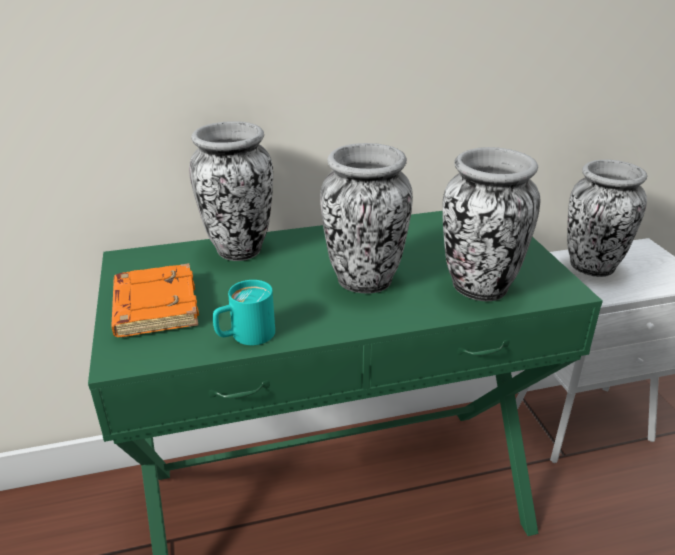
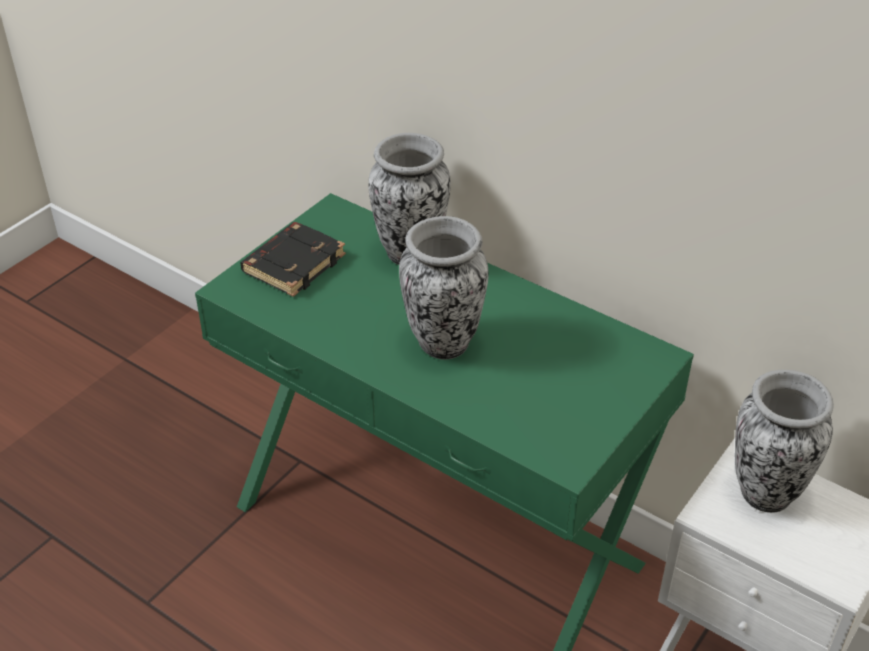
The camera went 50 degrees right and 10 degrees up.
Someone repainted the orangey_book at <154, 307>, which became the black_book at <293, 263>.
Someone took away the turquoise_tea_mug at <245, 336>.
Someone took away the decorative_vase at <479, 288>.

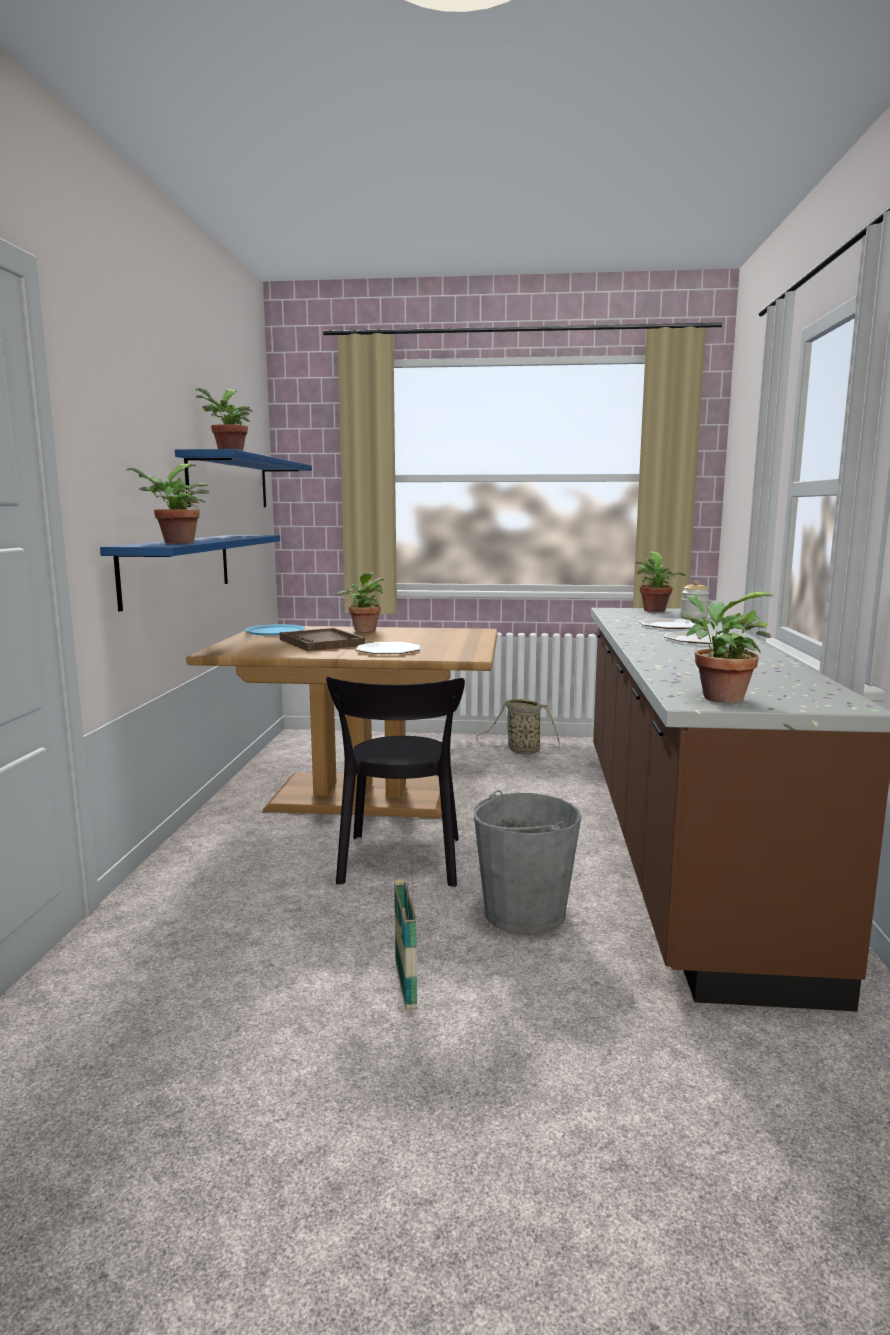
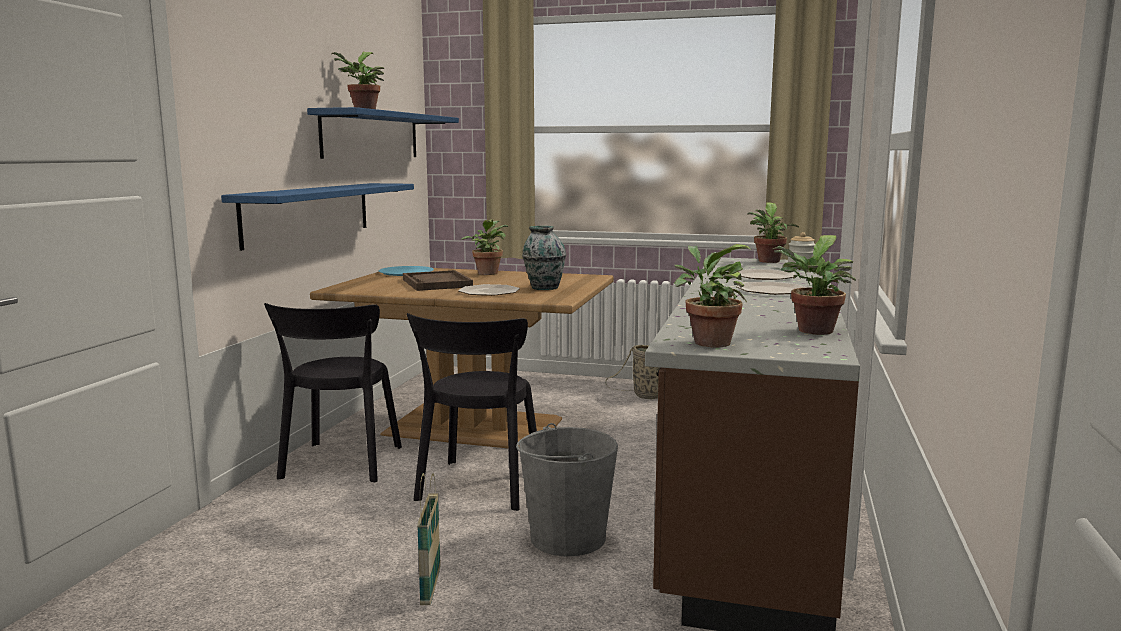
The camera went 10 degrees right and 0 degrees up.
Someone put down the black_chair at <340, 465>.
Someone put down the decorative_vase at <544, 288>.
Someone carried the plant_in_a_pot from <175, 543> to <813, 332>.

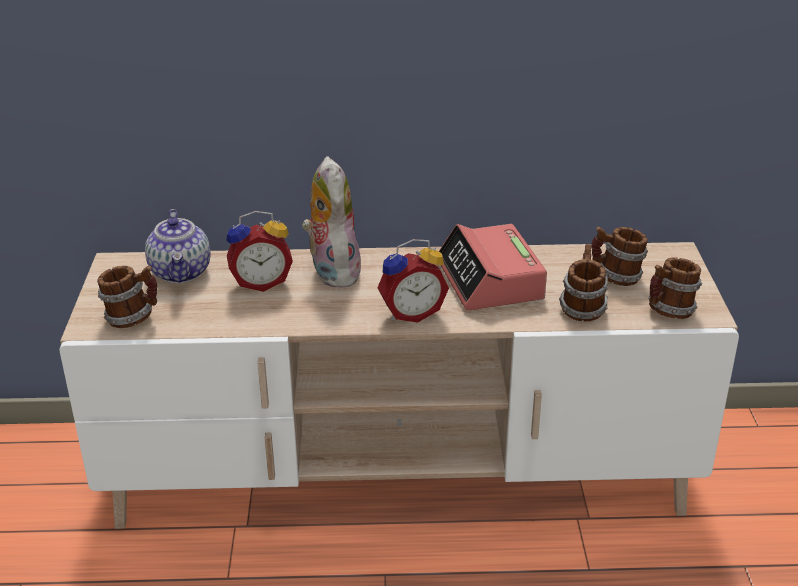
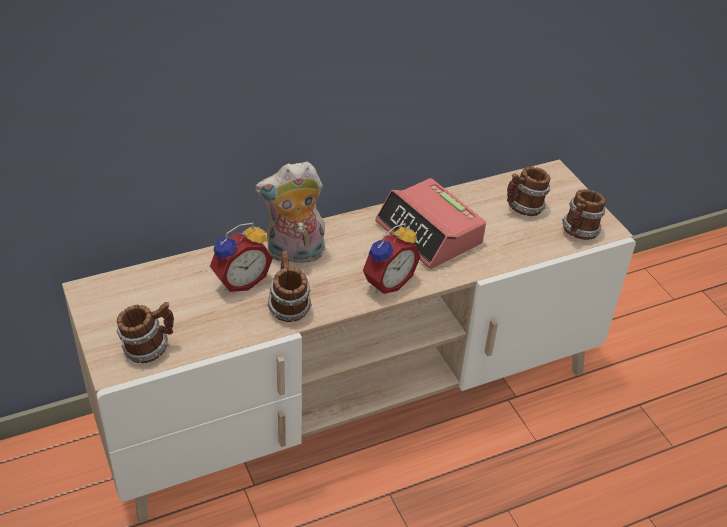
The camera went 25 degrees left and 10 degrees up.
Someone rotated the soft_toy at <331, 271> by 60 degrees counterclockwise.
Someone carried the tea_mug from <582, 309> to <288, 307>.
Someone took away the tea_pot at <181, 272>.

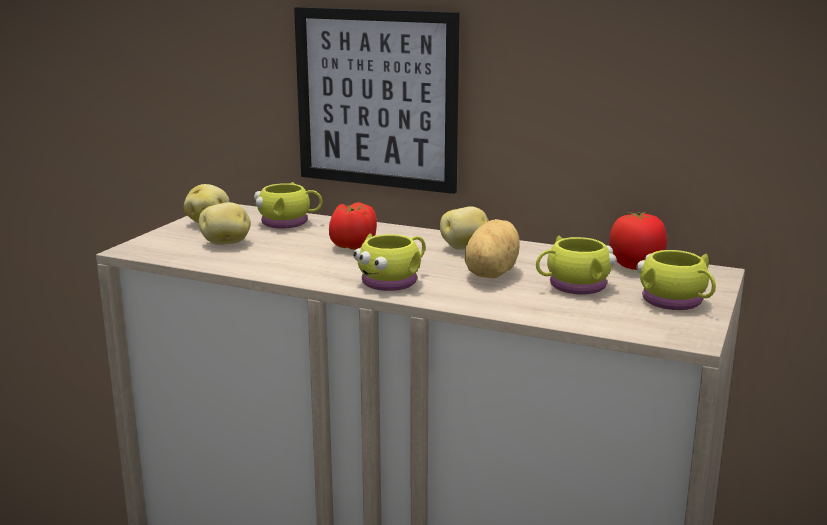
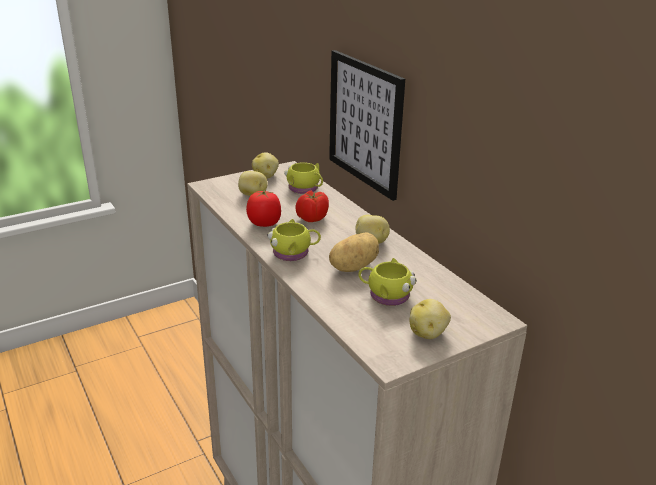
The camera went 35 degrees right and 10 degrees up.
Someone carried the whole_tomato from <636, 267> to <264, 223>.
Someone swapped the yellow-coloured_tea_mug at <676, 302> for the whole_potato at <428, 333>.

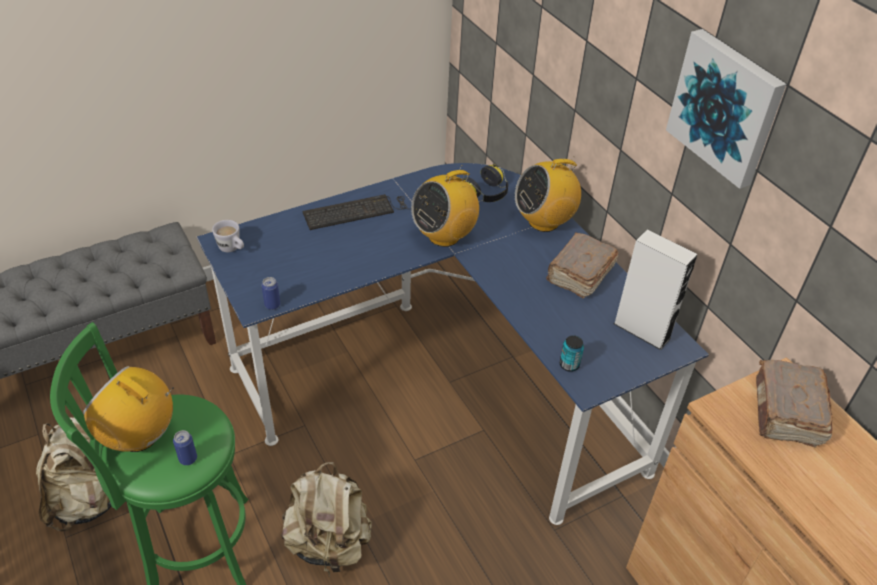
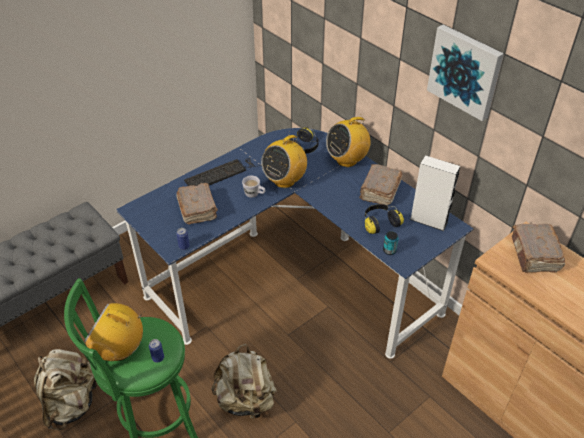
The camera went 10 degrees left and 0 degrees up.
Someone put down the brown-coloured_book at <198, 209>.
Someone carried the white_tea_mug from <232, 249> to <254, 195>.
Someone put down the pair_of_headphones at <379, 223>.

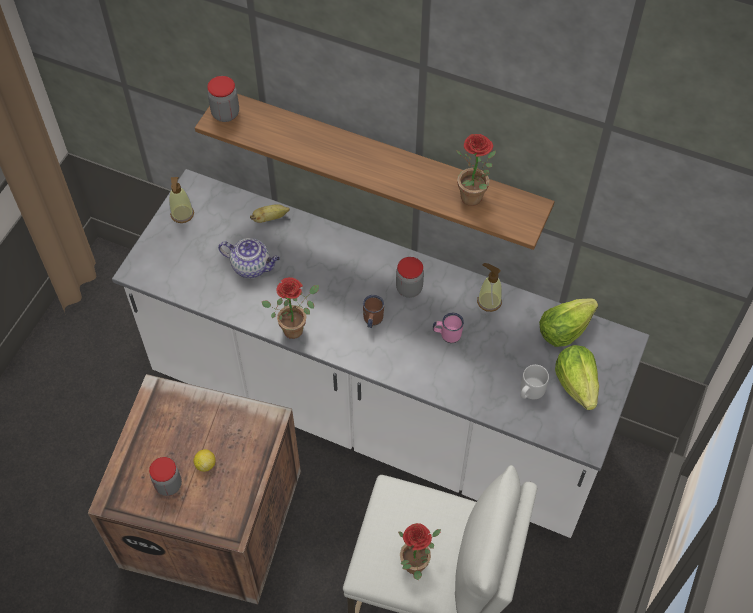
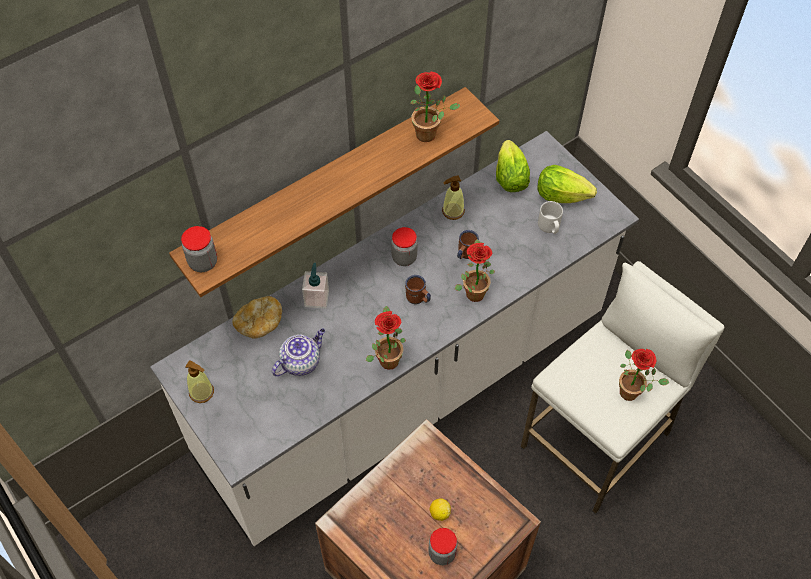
The camera went 60 degrees left and 0 degrees up.
Someone swapped the banana at <270, 218> for the baked_bread at <259, 324>.
Someone put down the soap_bottle at <317, 298>.
Someone put down the plant_in_a_pot at <473, 290>.
Someone repainted the pink-coloured_tea_mug at <447, 334>, which became the brown-coloured_tea_mug at <465, 254>.

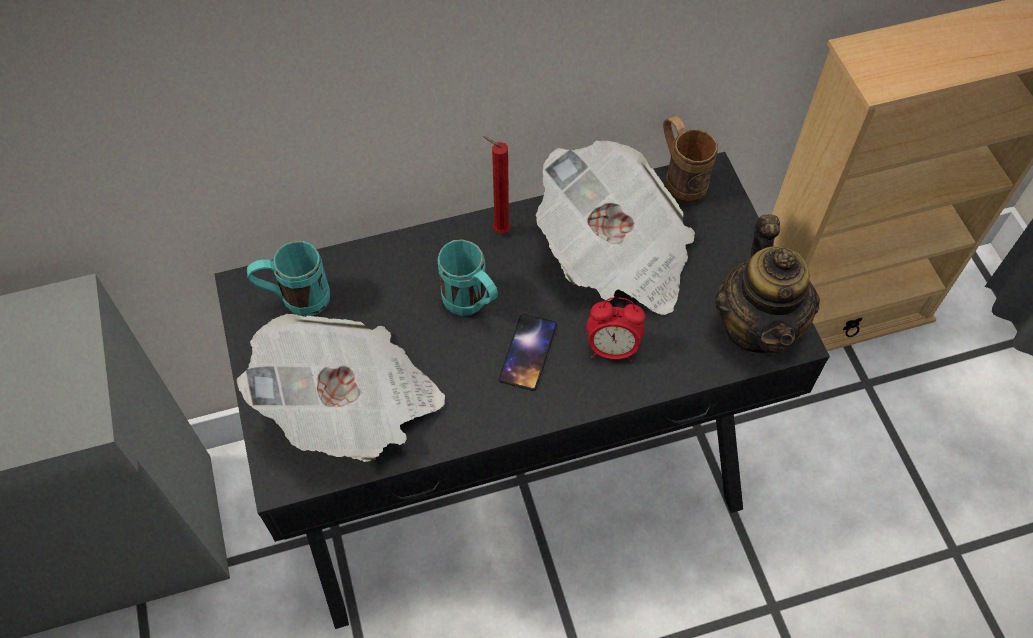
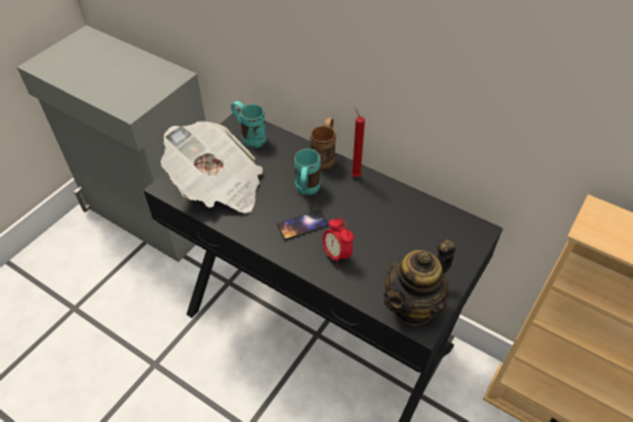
The camera went 50 degrees right and 10 degrees down.
Someone carried the brown-coloured_tea_mug from <679, 179> to <325, 157>.
Someone took away the printed_paper at <615, 255>.

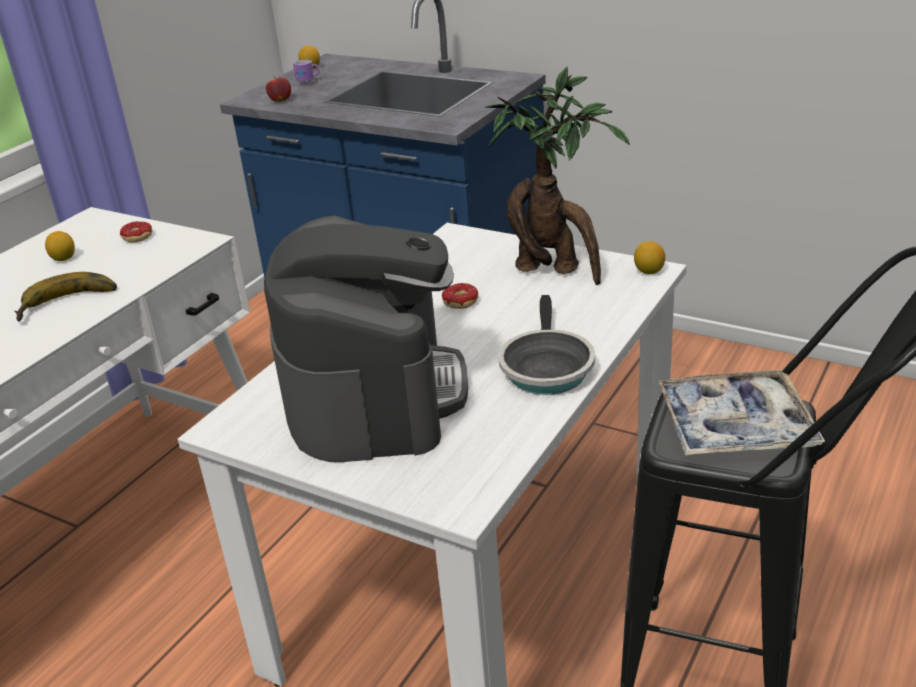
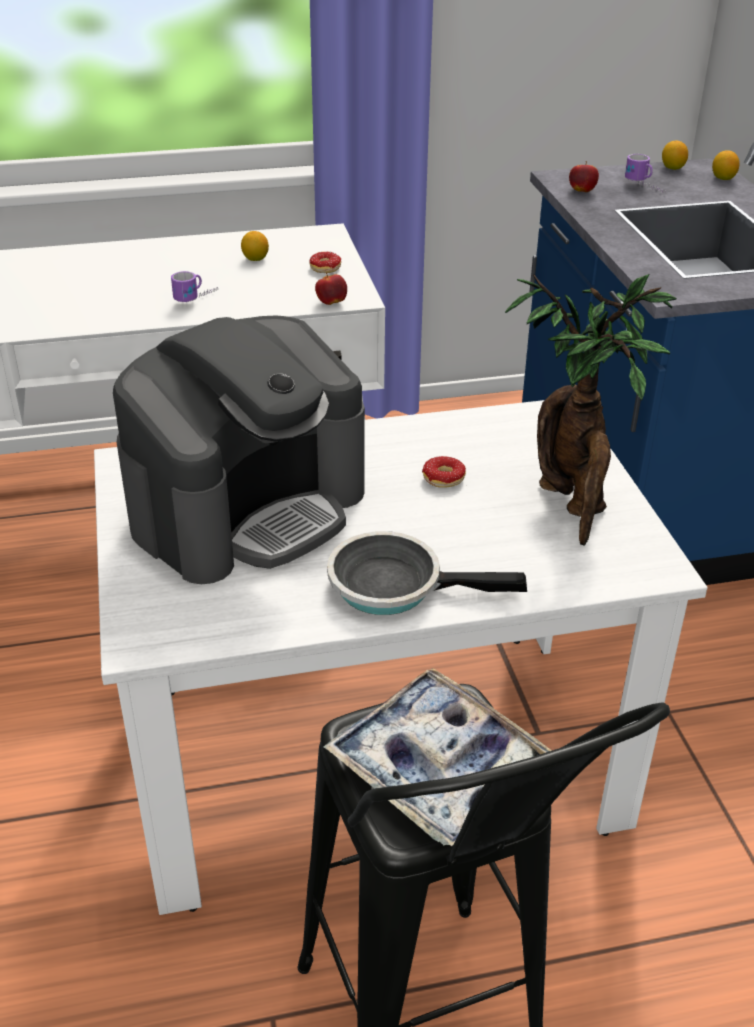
The camera went 45 degrees right and 5 degrees up.
Someone swapped the banana at <69, 304> for the tea_mug at <197, 299>.
Someone put down the apple at <331, 303>.
Someone rotated the frying_pan at <545, 367> by 45 degrees clockwise.
Someone carried the citrus_fruit from <649, 271> to <723, 178>.

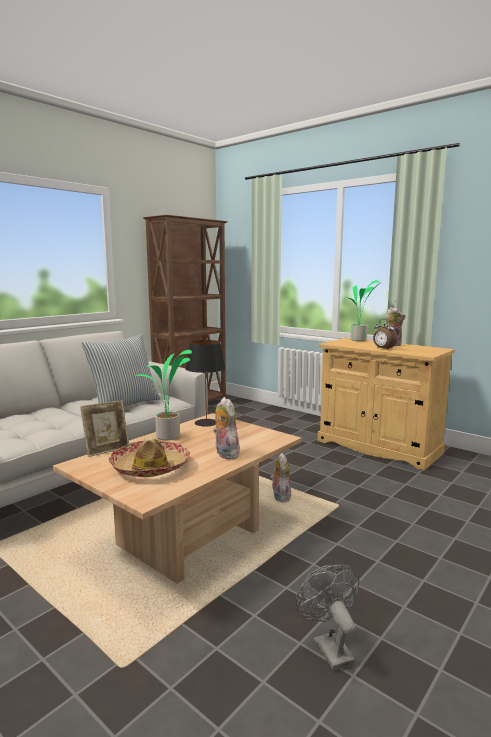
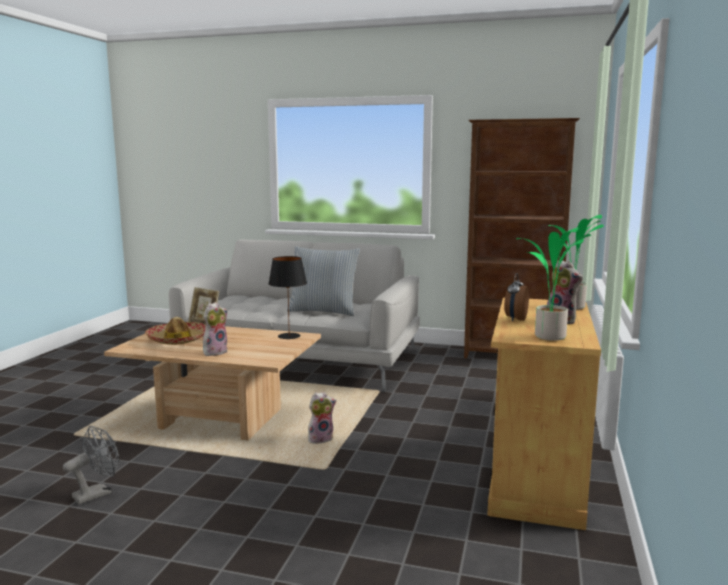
The camera went 65 degrees right and 0 degrees up.
Someone carried the plant_in_a_pot from <168, 437> to <549, 337>.

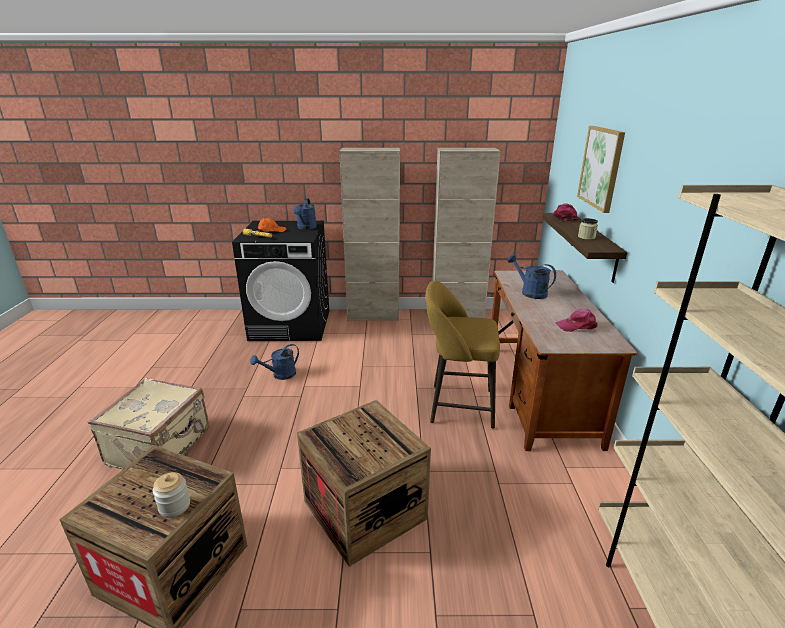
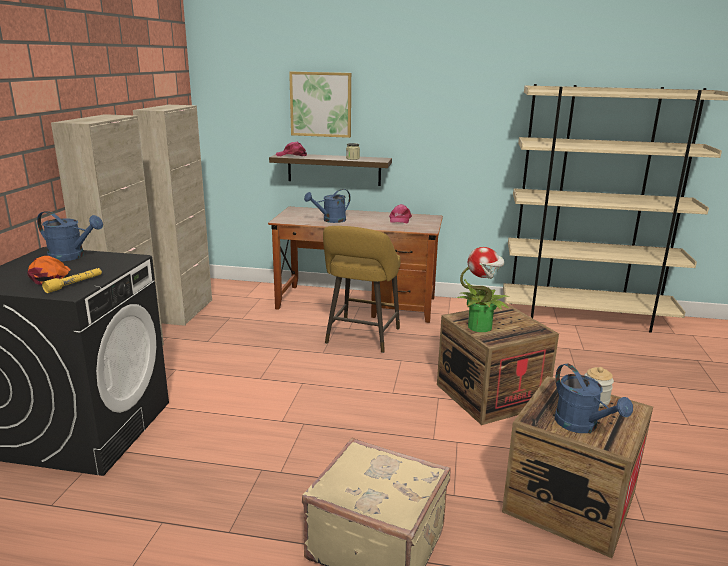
The camera went 80 degrees left and 5 degrees down.
Someone put down the plant_in_a_pot at <480, 327>.
Someone carried the blue_sprinkling_can from <280, 375> to <582, 426>.

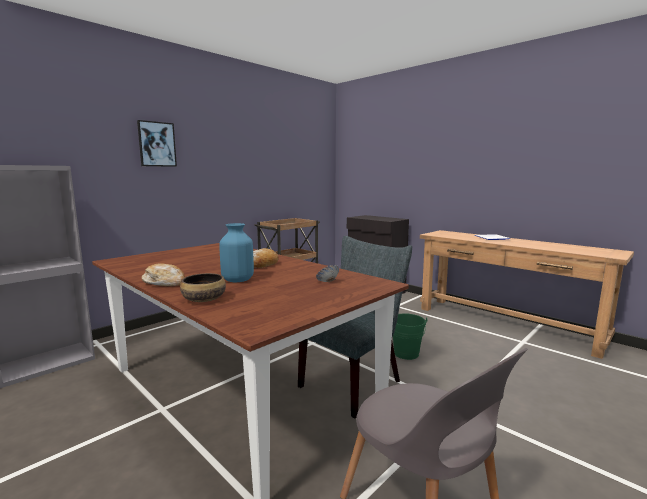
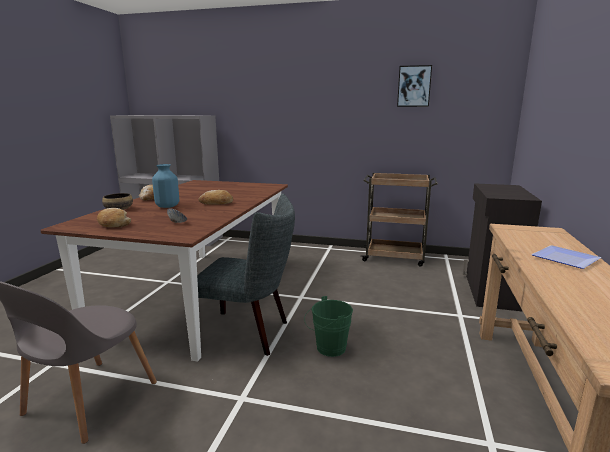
The camera went 60 degrees right and 5 degrees up.
Someone put down the baked_bread at <113, 224>.
Someone carried the picture from <157, 144> to <414, 86>.

